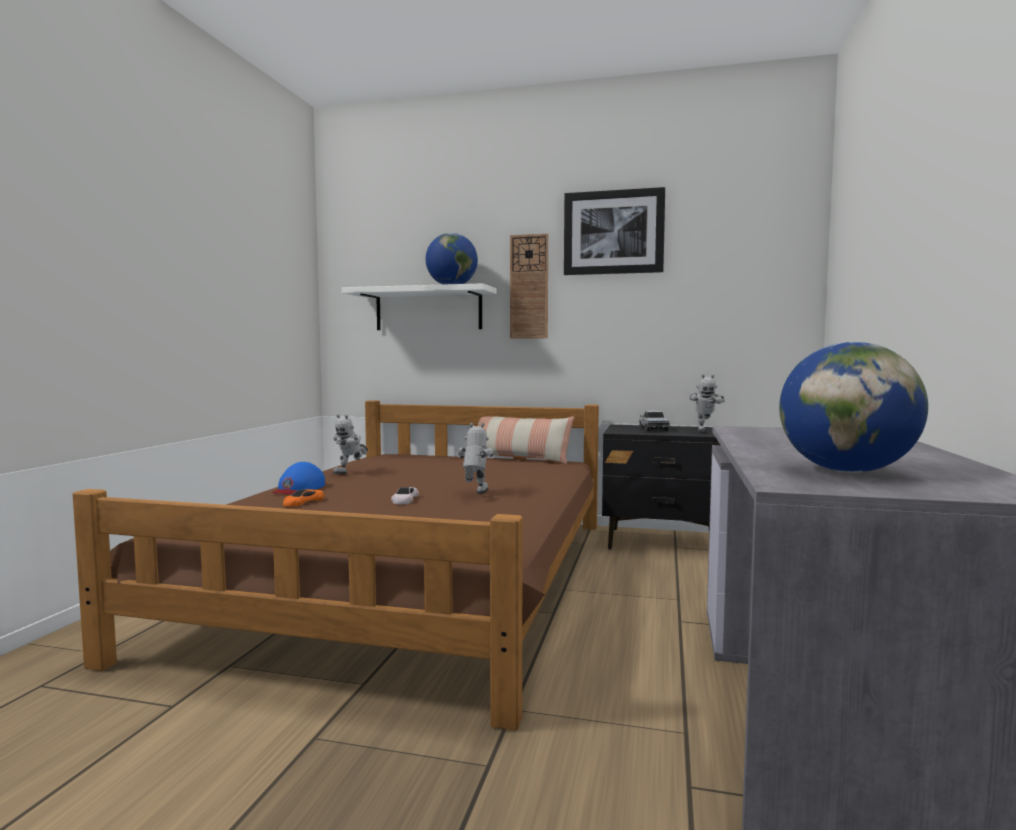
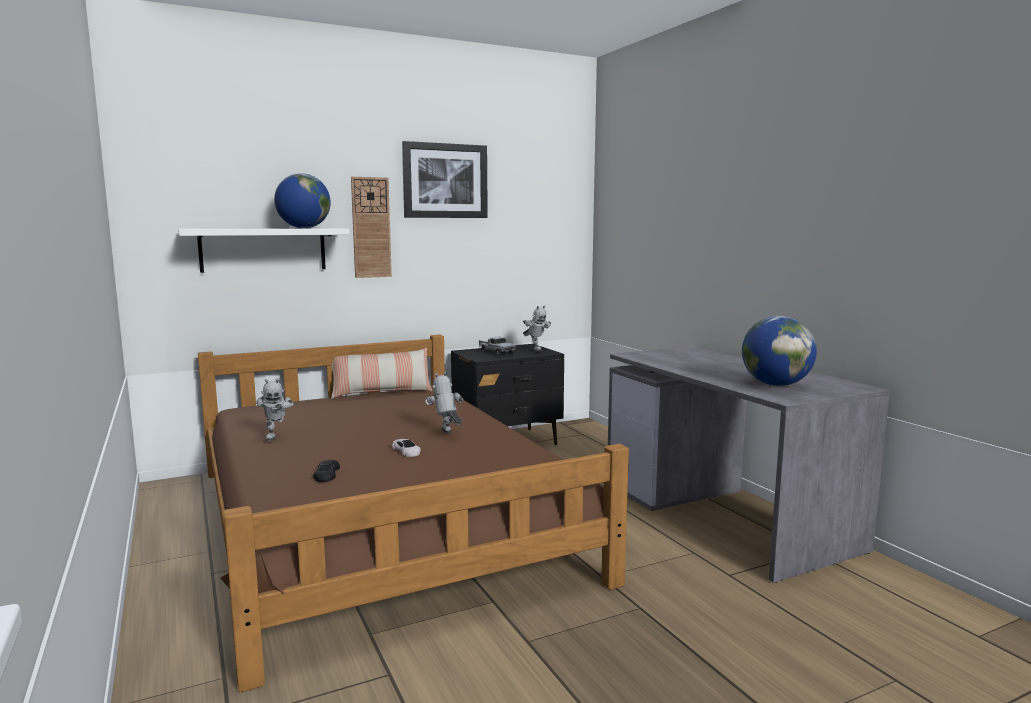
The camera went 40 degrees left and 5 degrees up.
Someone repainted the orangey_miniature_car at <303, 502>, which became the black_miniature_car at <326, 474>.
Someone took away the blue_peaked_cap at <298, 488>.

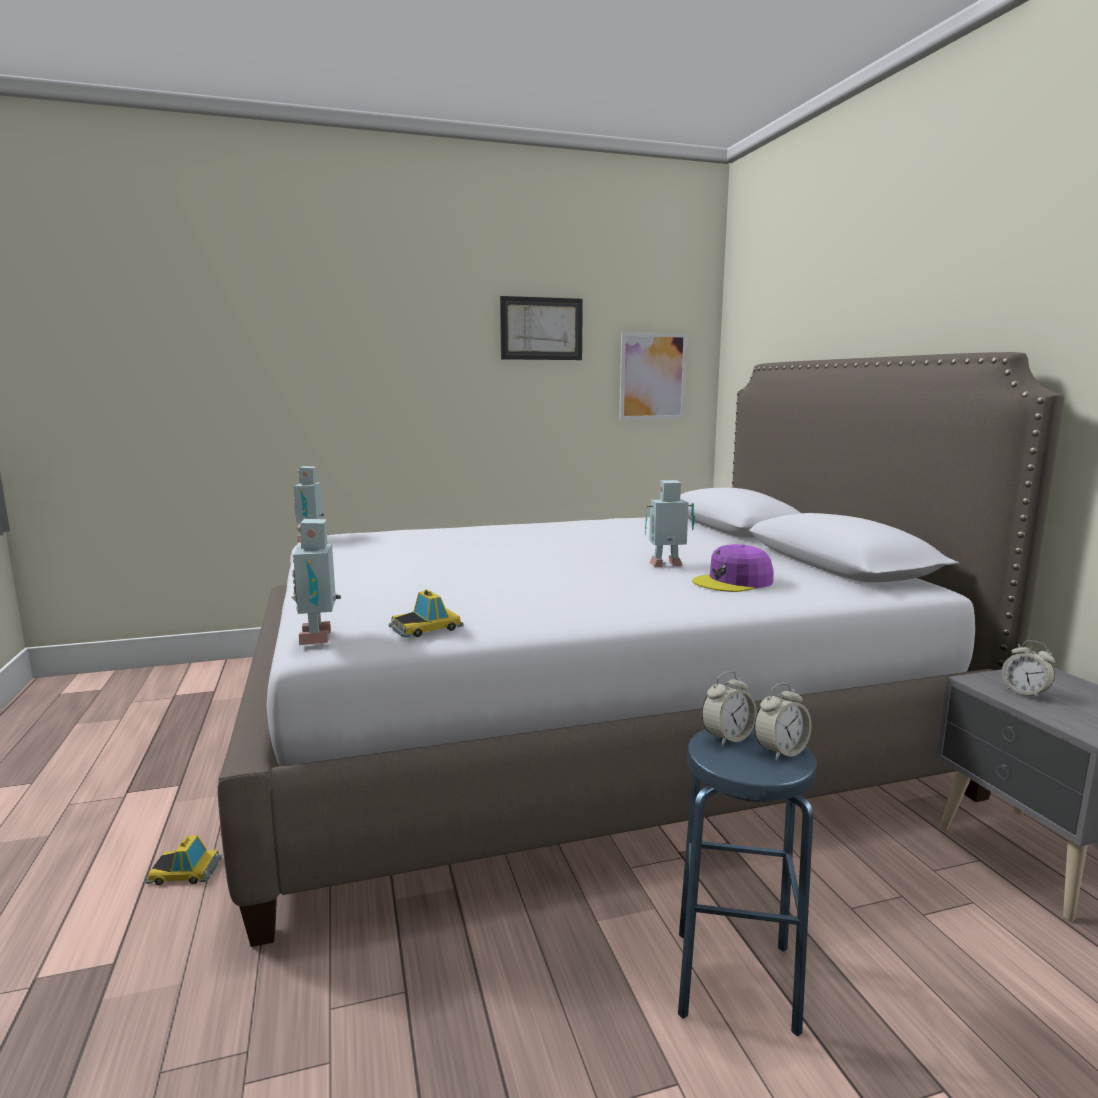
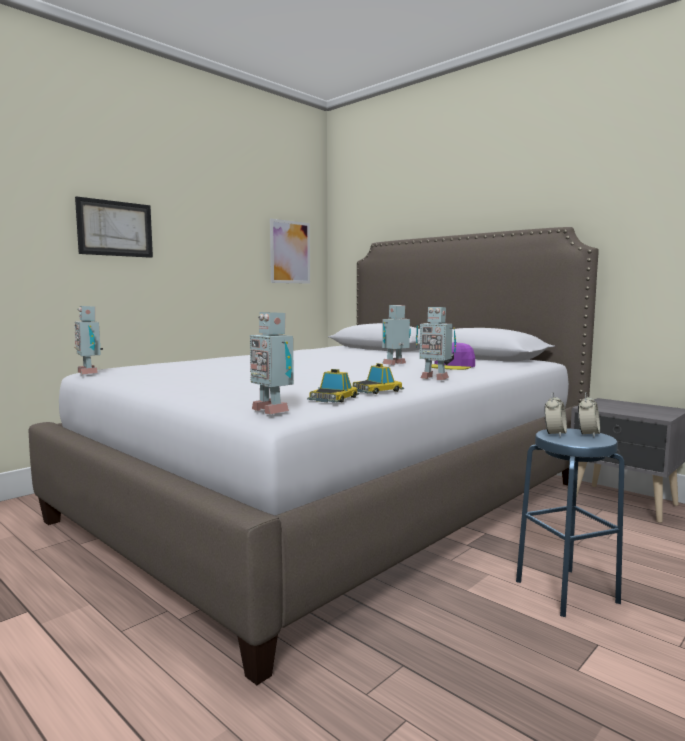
The camera went 30 degrees left and 5 degrees down.
Someone carried the picture from <541, 329> to <115, 228>.
Someone carried the miniature_car from <185, 871> to <377, 390>.
Someone put down the robot_figure at <434, 378>.
Someone took away the bedside_clock at <1025, 693>.

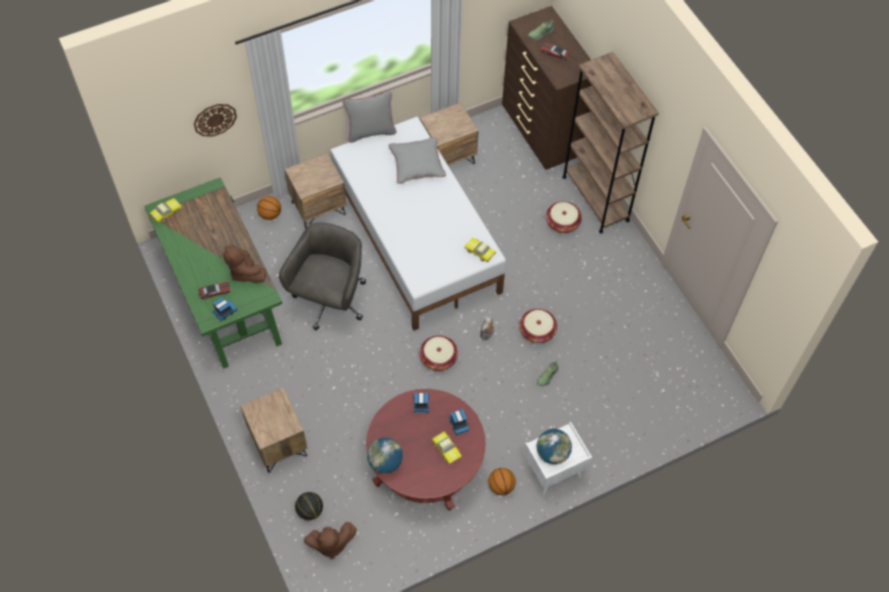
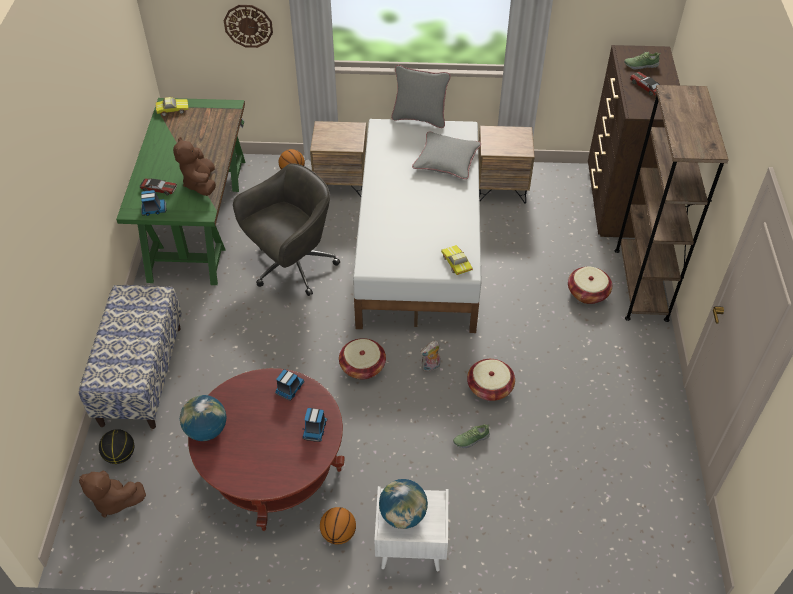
The camera went 30 degrees right and 10 degrees down.
Someone swapped the brown-coloured_nightstand at <278, 444> for the bench at <141, 374>.
Someone took away the miniature_car at <447, 448>.

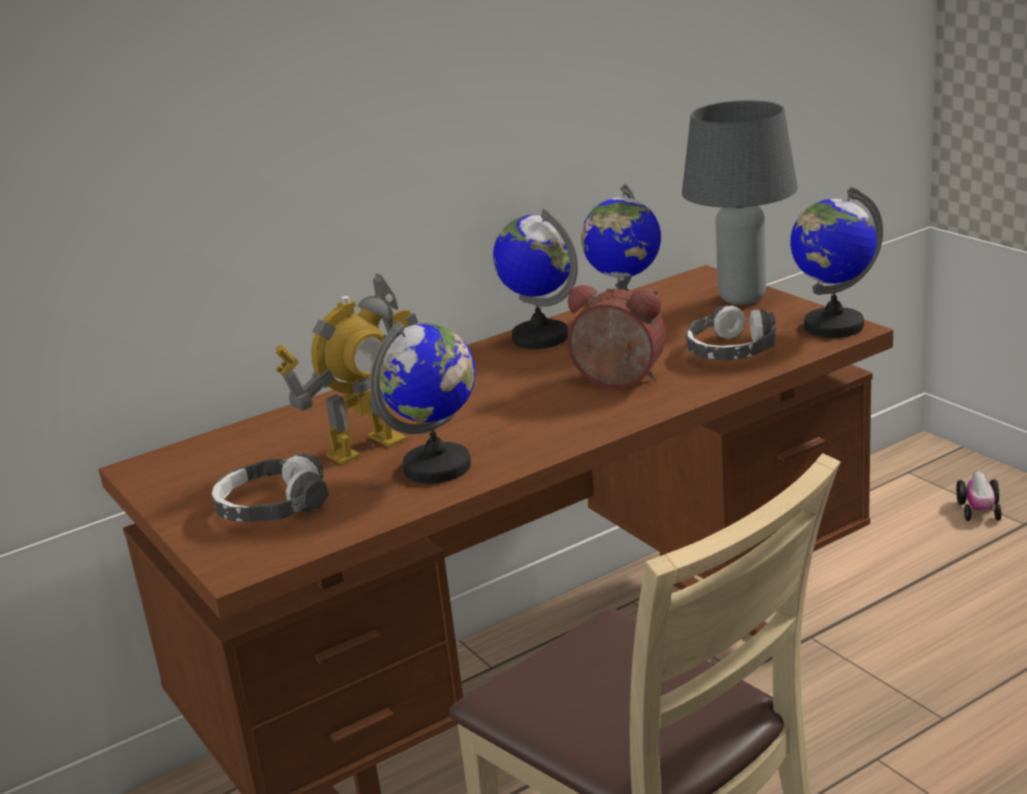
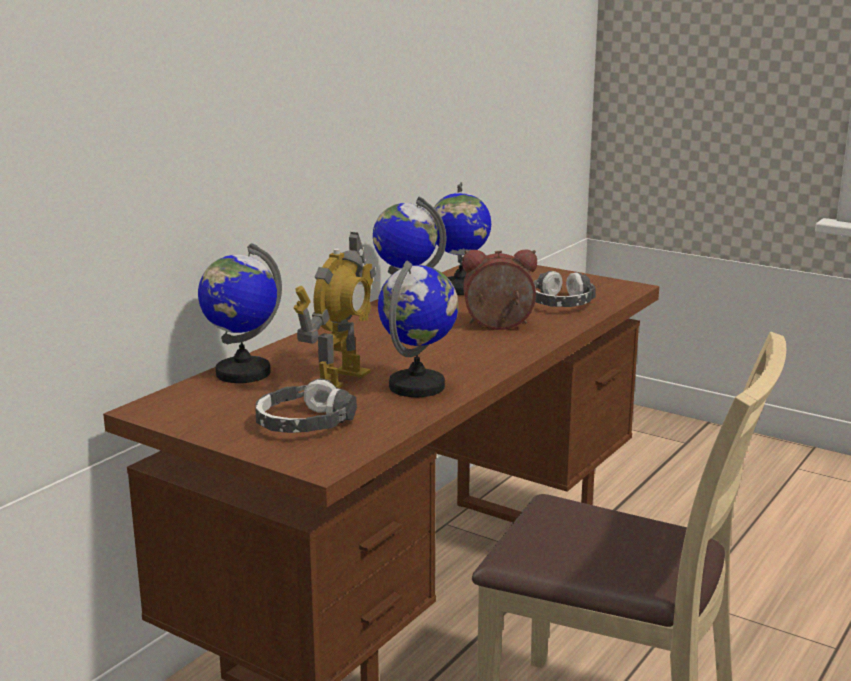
The camera went 25 degrees left and 5 degrees down.
Someone carried the world_globe from <833, 326> to <242, 373>.
Someone took away the grey_tabletop_lamp at <743, 298>.
Someone took away the miniature_car at <979, 510>.

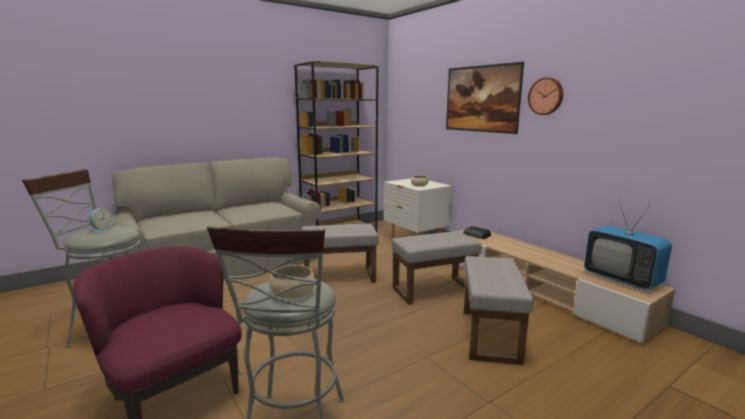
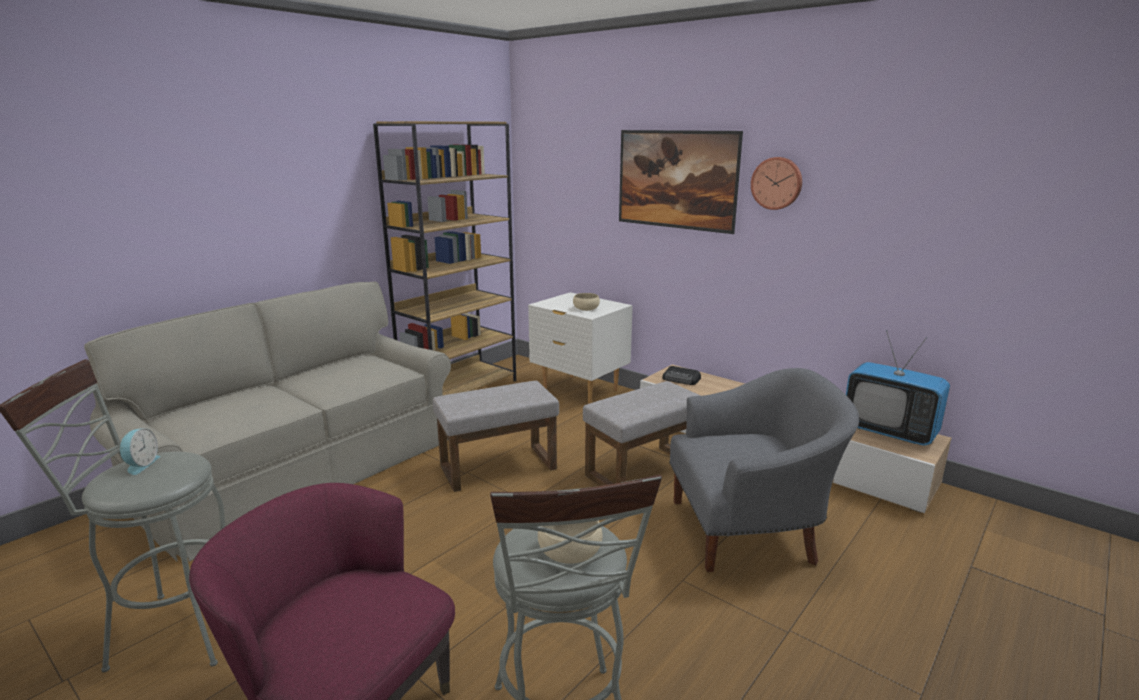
The camera went 15 degrees left and 5 degrees up.
Someone swapped the grey_footrest at <491, 335> for the grey_armchair at <748, 532>.

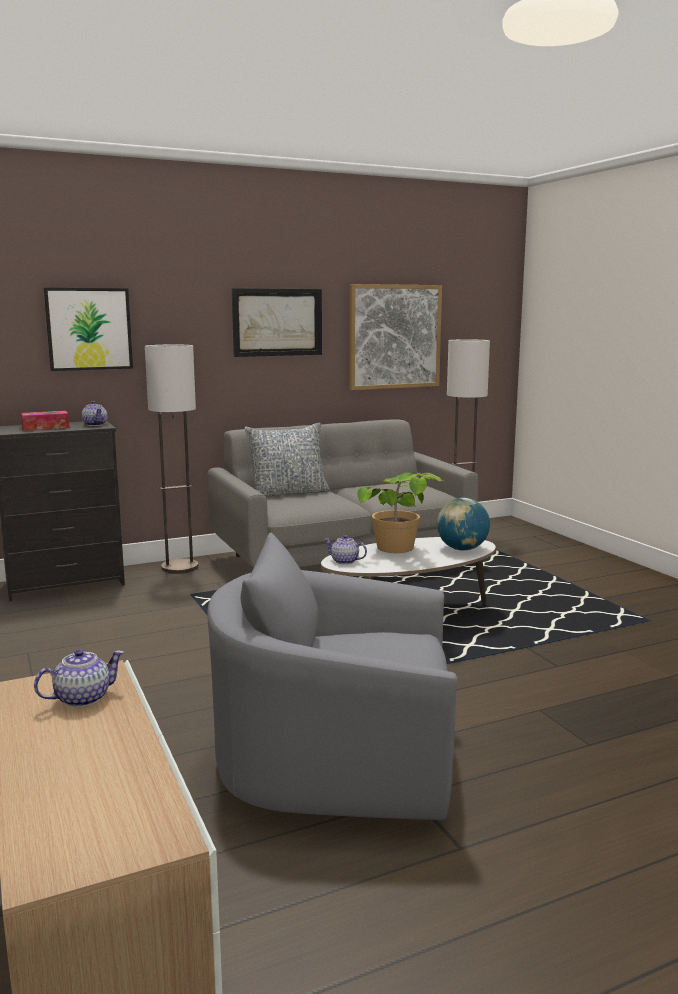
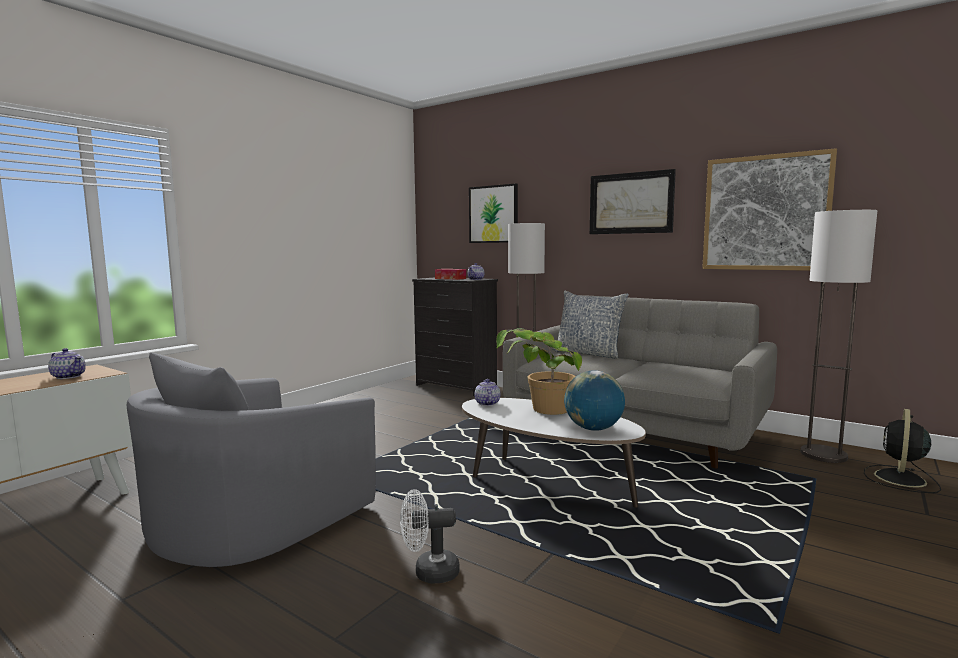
The camera went 60 degrees right and 5 degrees down.
Someone rotated the grey_armchair at <336, 758> by 120 degrees counterclockwise.
Someone put down the white_fan at <429, 572>.
Someone put down the black_fan at <900, 479>.

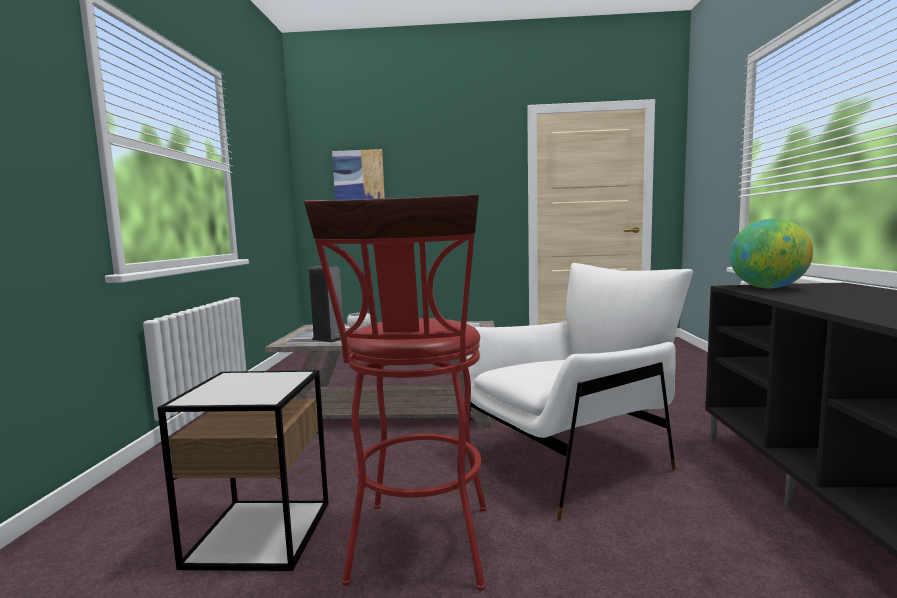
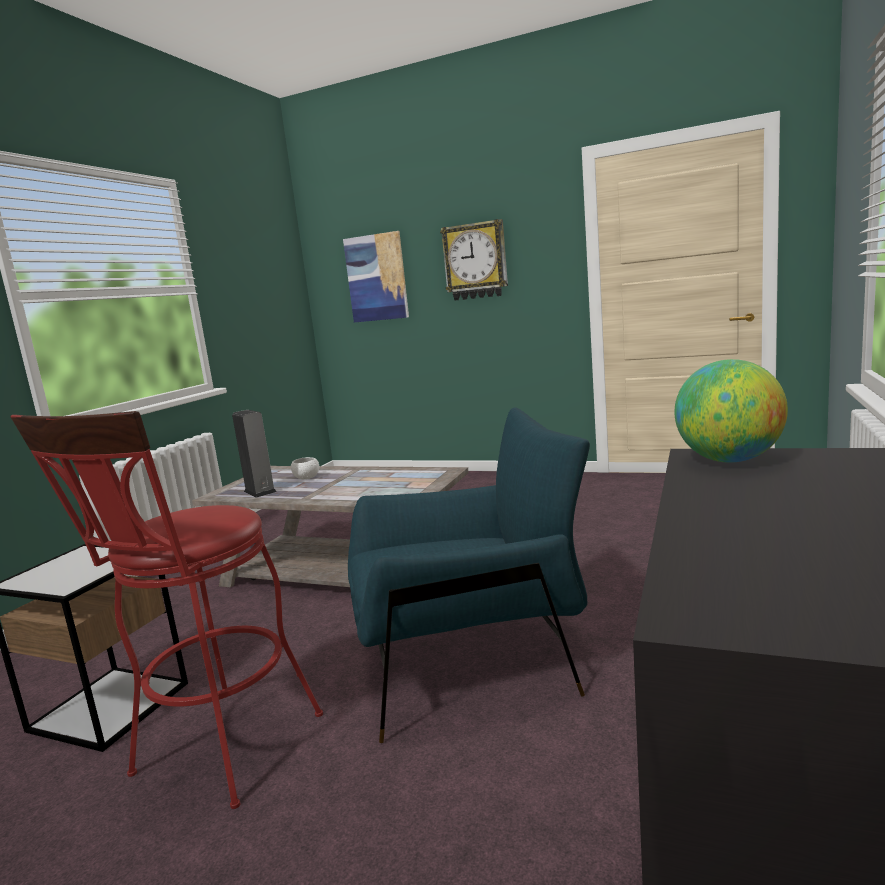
The camera went 20 degrees right and 5 degrees up.
Someone repainted the white_armchair at <570, 459>, which became the blue_armchair at <470, 663>.
Someone put up the clock_on_the_wall at <475, 261>.

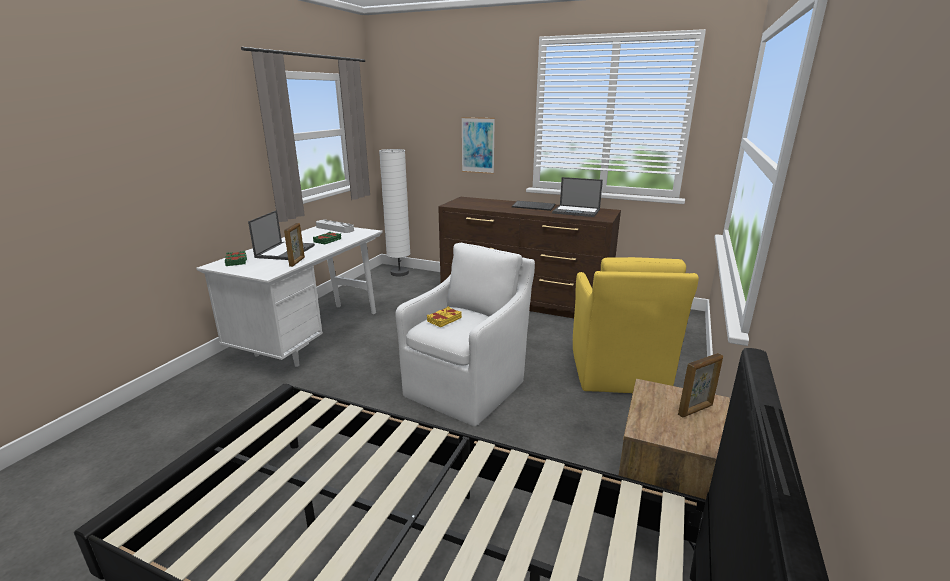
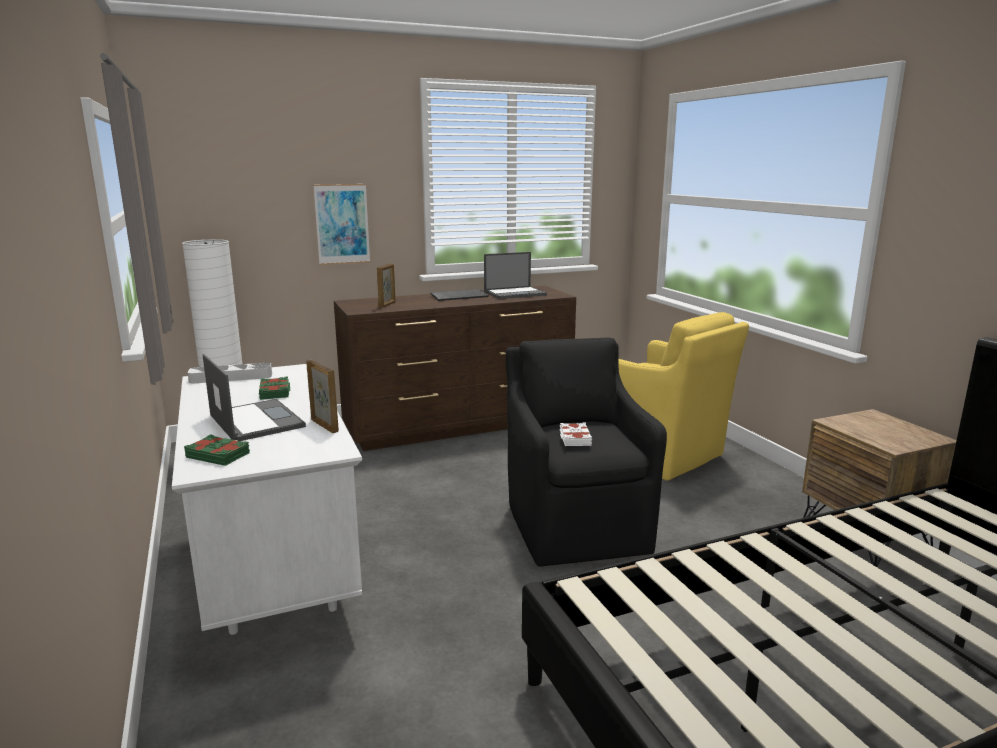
The camera went 45 degrees left and 5 degrees down.
Someone carried the picture_frame from <696, 410> to <387, 305>.
Someone repainted the white_armchair at <467, 387>, which became the black_armchair at <576, 526>.
Someone repainted the yellow-coloured_book at <444, 319>, which became the white_book at <574, 438>.

